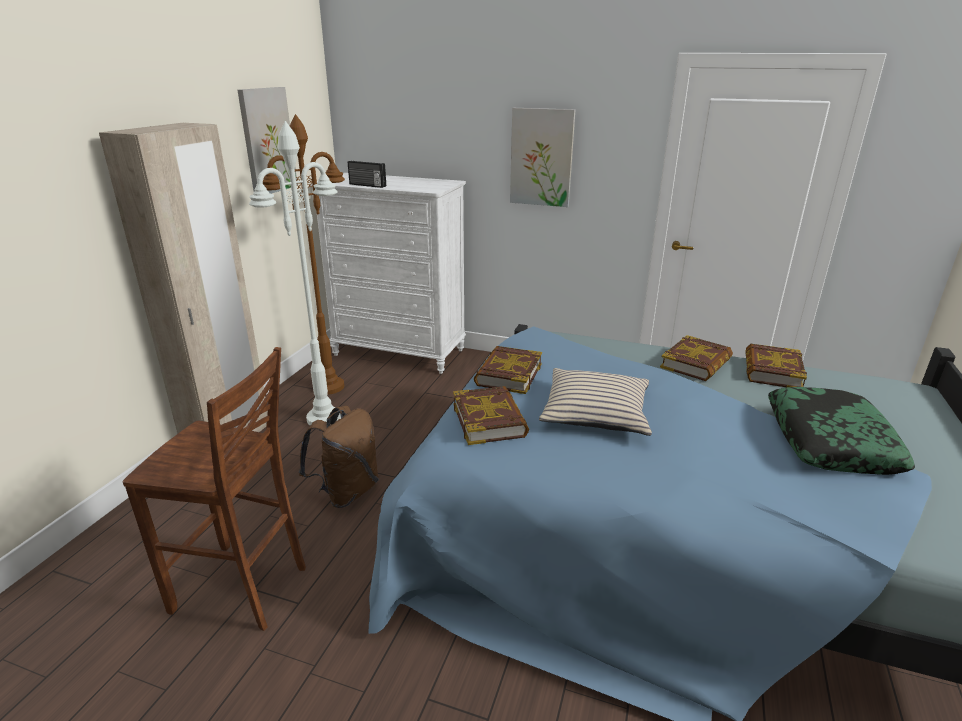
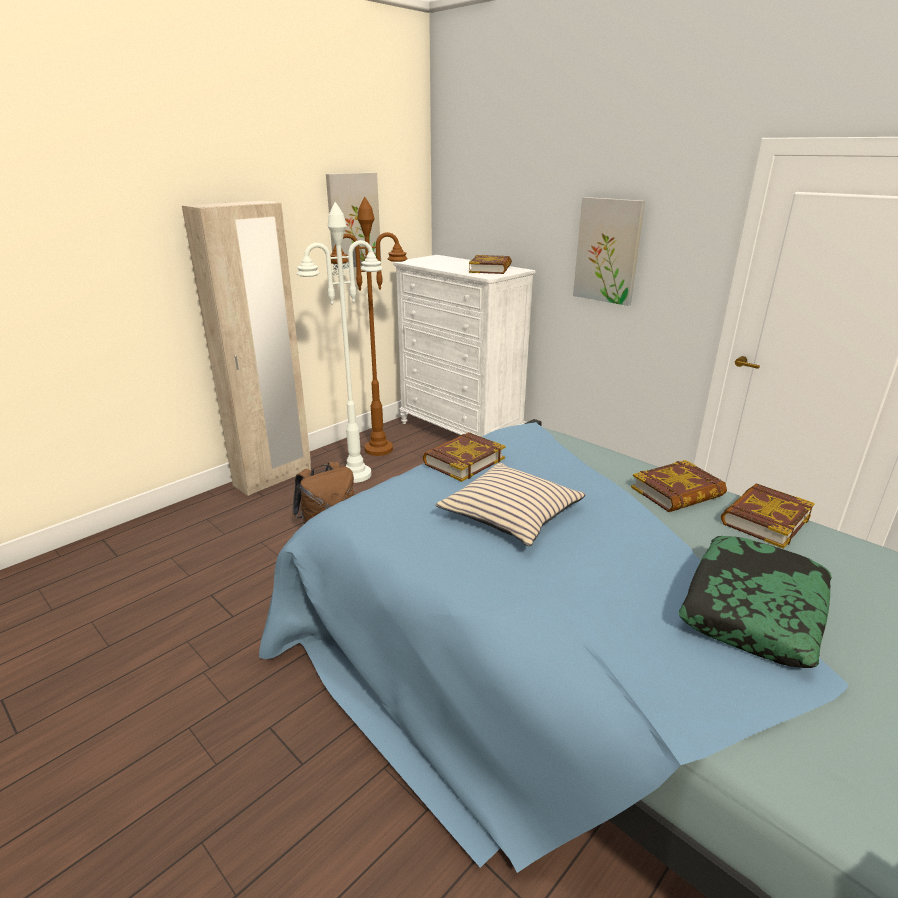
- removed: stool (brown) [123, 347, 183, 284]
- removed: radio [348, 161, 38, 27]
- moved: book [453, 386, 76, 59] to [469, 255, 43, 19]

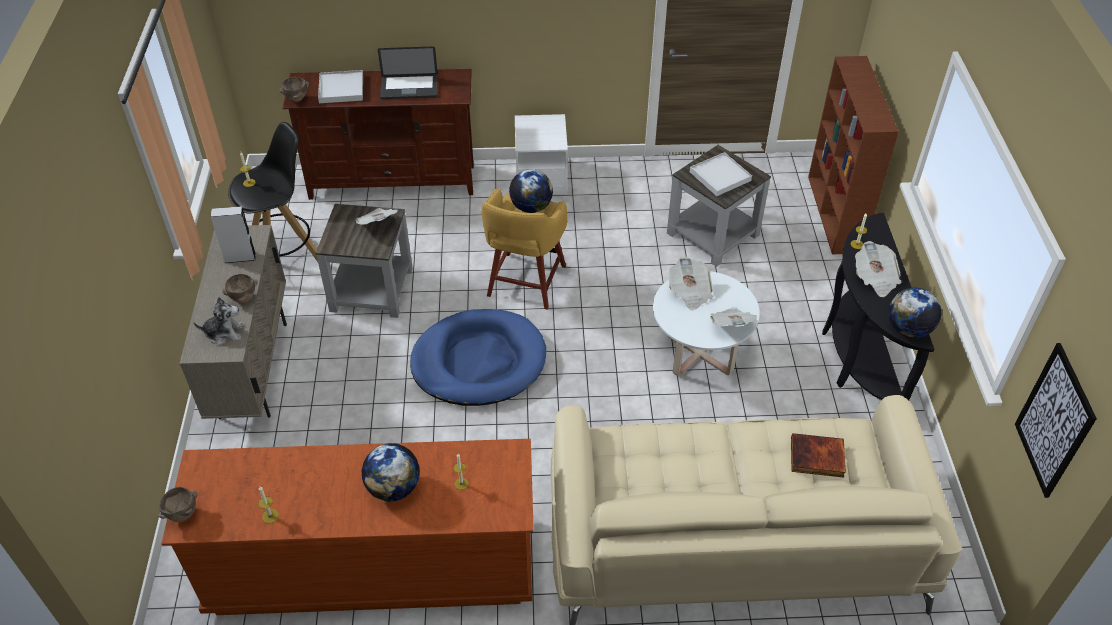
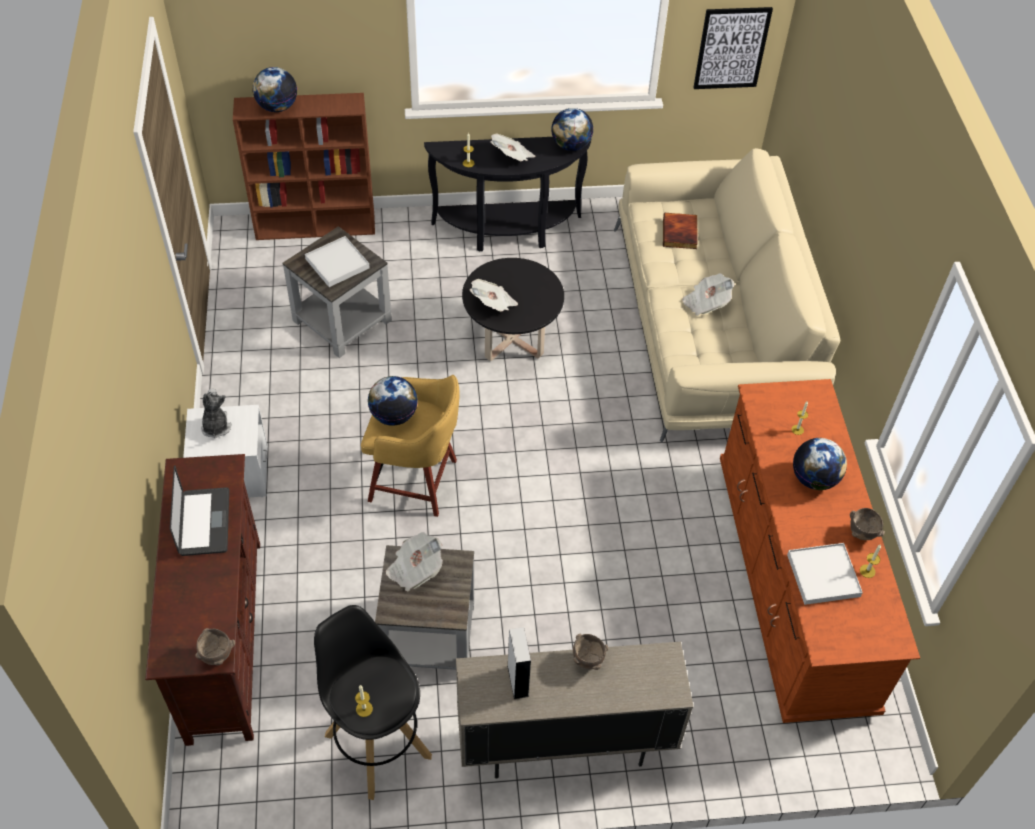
- moved: bowl (brown) [158, 487, 39, 35] to [850, 508, 35, 32]
- moved: plush toy [194, 297, 49, 48] to [201, 389, 31, 49]
- moved: tray (white) [318, 70, 45, 33] to [787, 543, 76, 62]
- removed: dog bed (blue) [410, 309, 136, 97]
- recoloured: coffee table (white) [653, 271, 107, 106] to coffee table (black) [462, 258, 102, 103]
- moved: newspaper [710, 307, 47, 20] to [682, 274, 53, 42]
- added: globe [253, 67, 44, 45]

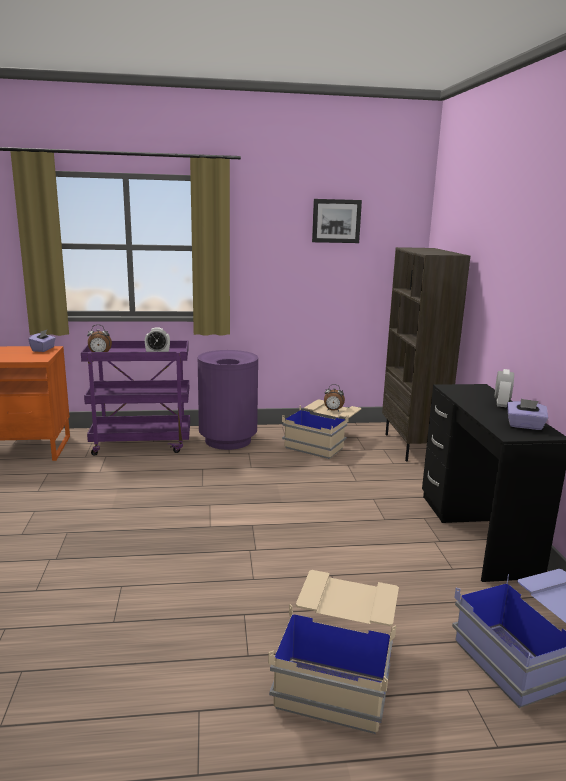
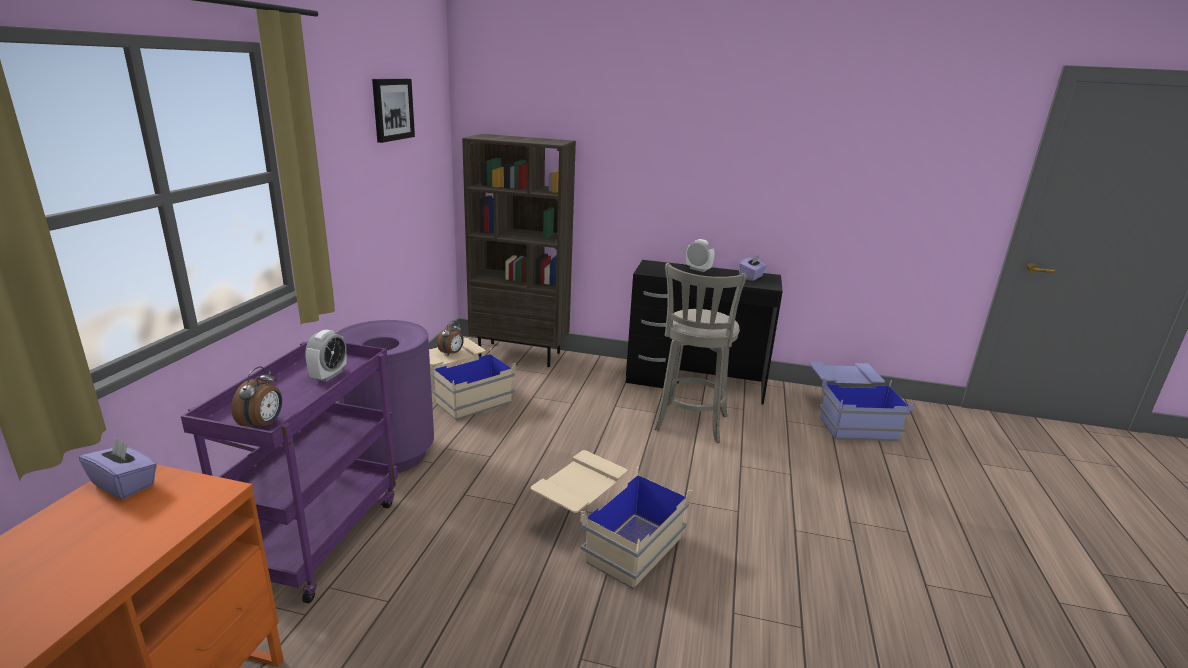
- moved: storage box (beige) [268, 570, 131, 164] to [531, 450, 161, 139]
- added: stool (grey) [653, 263, 93, 180]

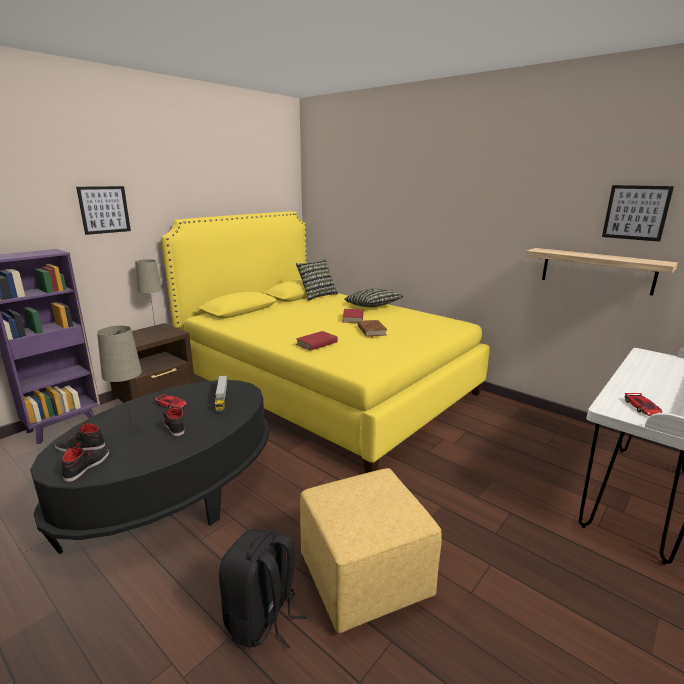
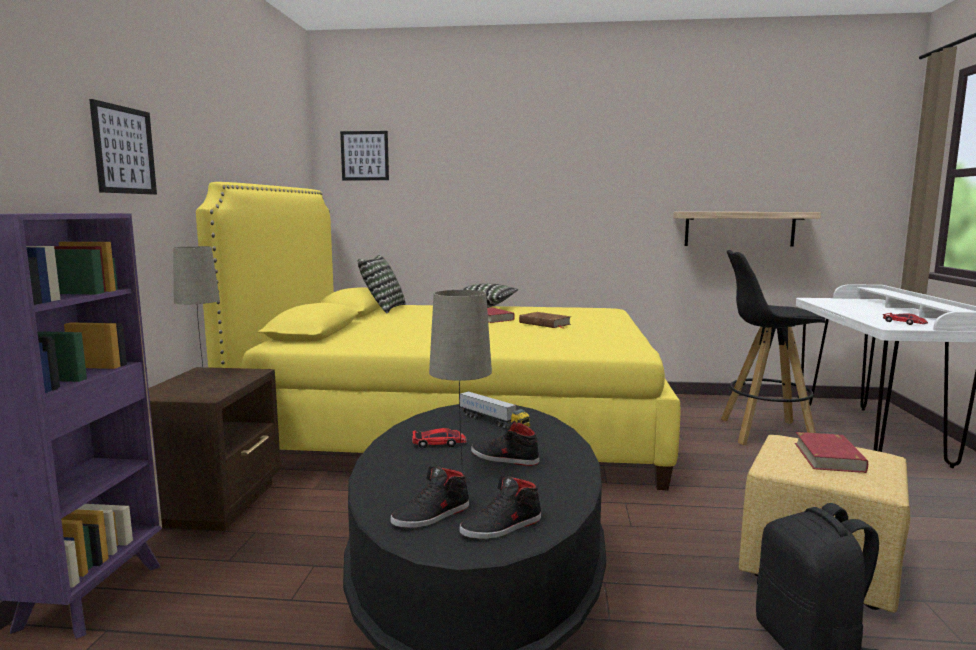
- turned: shoe (black) [62, 446, 47, 36] = [459, 476, 82, 63] 105 degrees counterclockwise
- moved: book (red) [296, 331, 42, 20] to [795, 432, 73, 41]
- moved: picture [602, 185, 72, 57] to [340, 131, 49, 50]
- added: stool (black) [721, 250, 105, 195]

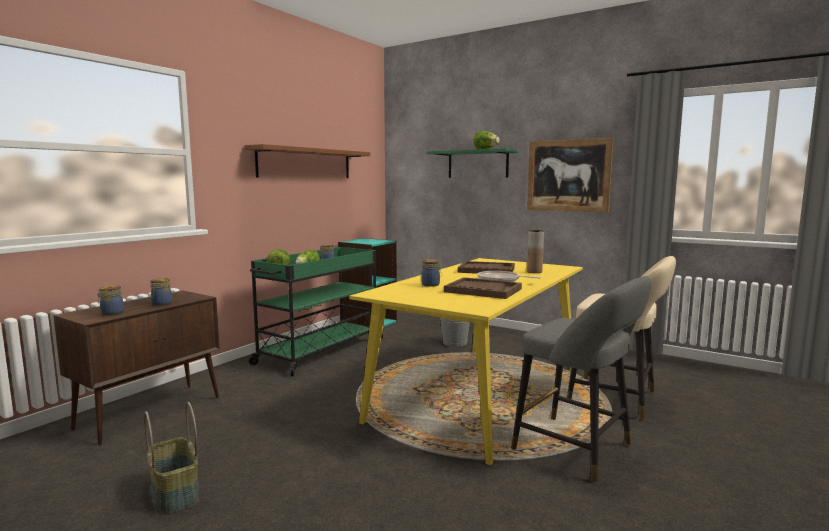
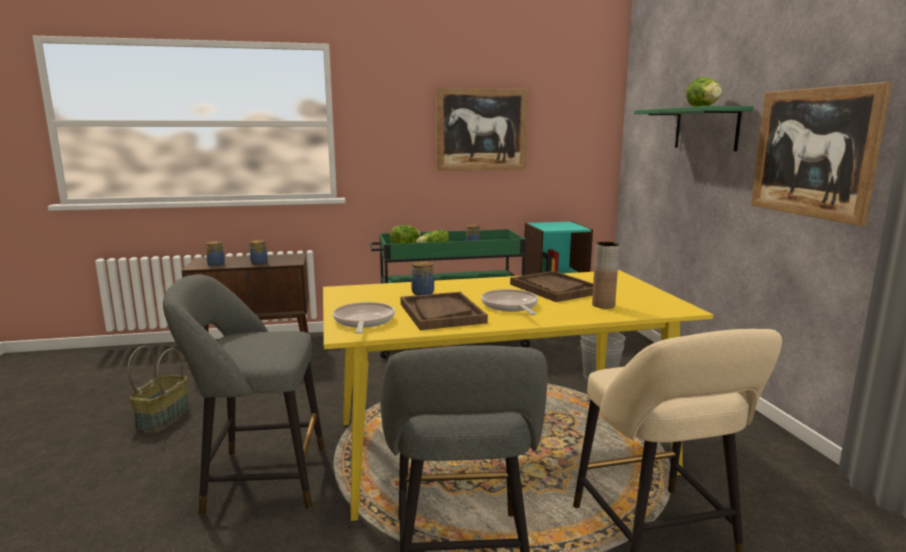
- replaced: shelf (brown) [245, 144, 125, 34] to picture [436, 88, 92, 83]
- added: stool (grey) [163, 274, 162, 242]
- added: frying pan [333, 302, 62, 32]

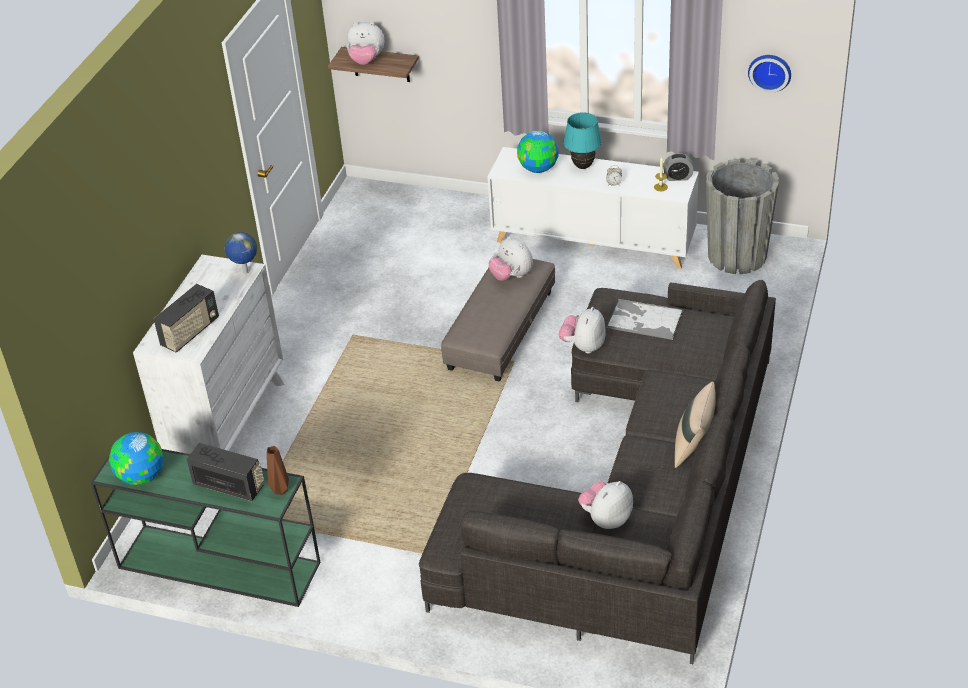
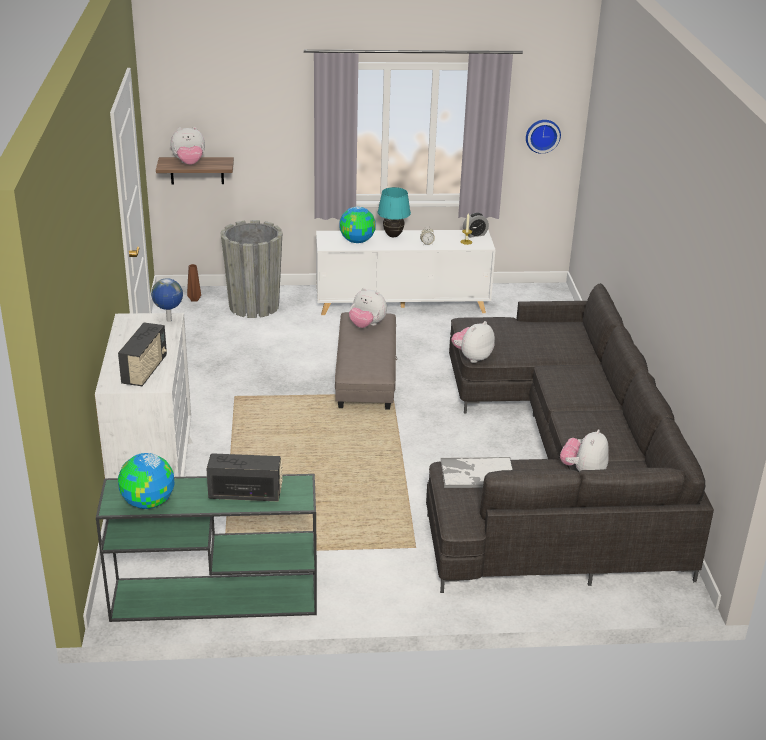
- moved: vase (brown) [267, 446, 22, 49] to [187, 264, 14, 38]
- turned: plush toy [558, 307, 48, 46] = [451, 321, 44, 42] 45 degrees clockwise
- moved: tray [606, 299, 77, 41] to [440, 457, 73, 31]
- removed: pillow (beige) [675, 382, 41, 86]
- moved: planter (grey) [706, 159, 73, 115] to [221, 220, 62, 98]

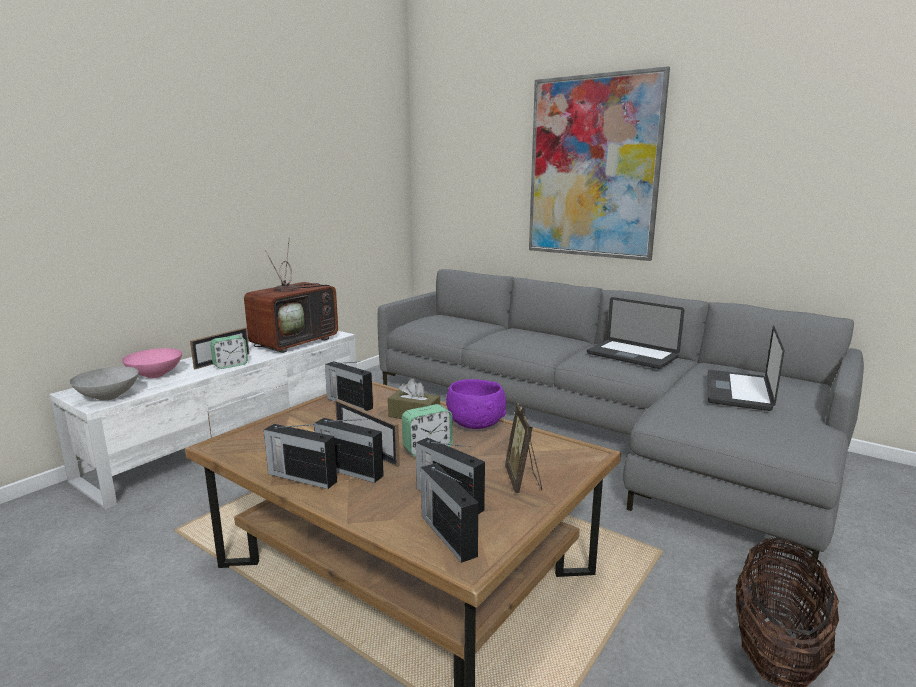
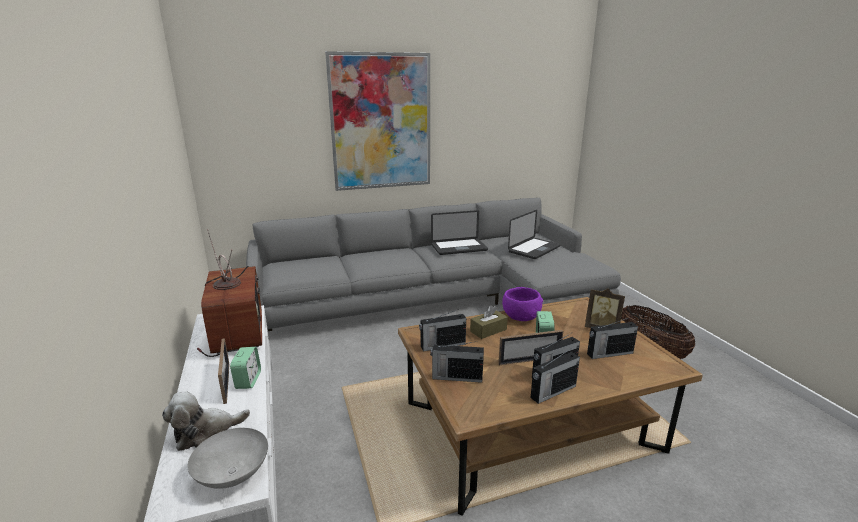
- replaced: bowl (pink) [122, 348, 60, 30] to plush toy [162, 391, 88, 60]
- moved: radio [421, 463, 58, 100] to [430, 341, 54, 42]
- turned: laptop [708, 325, 76, 86] = [508, 210, 53, 49] 105 degrees counterclockwise

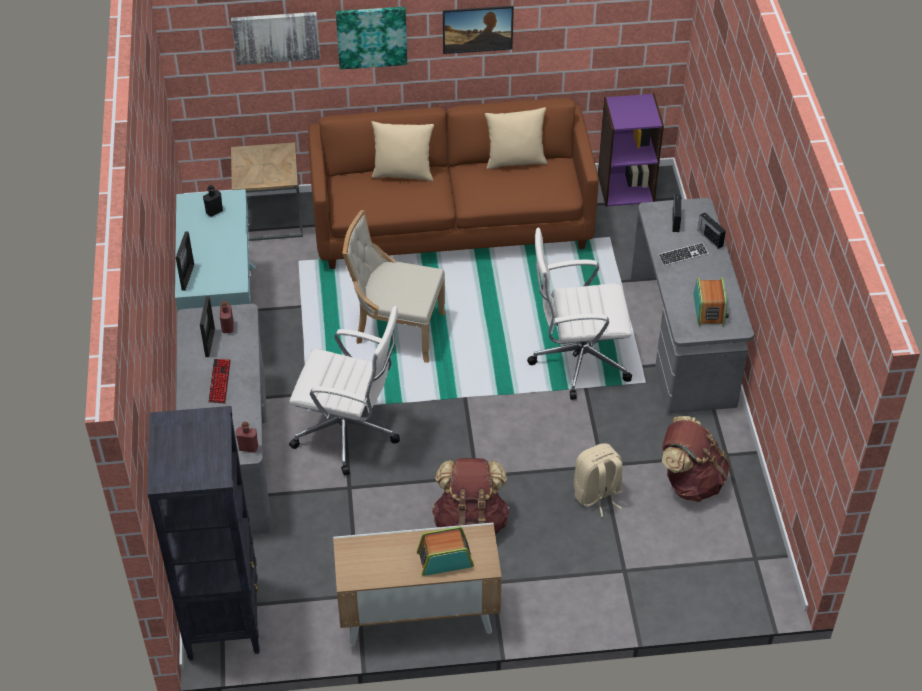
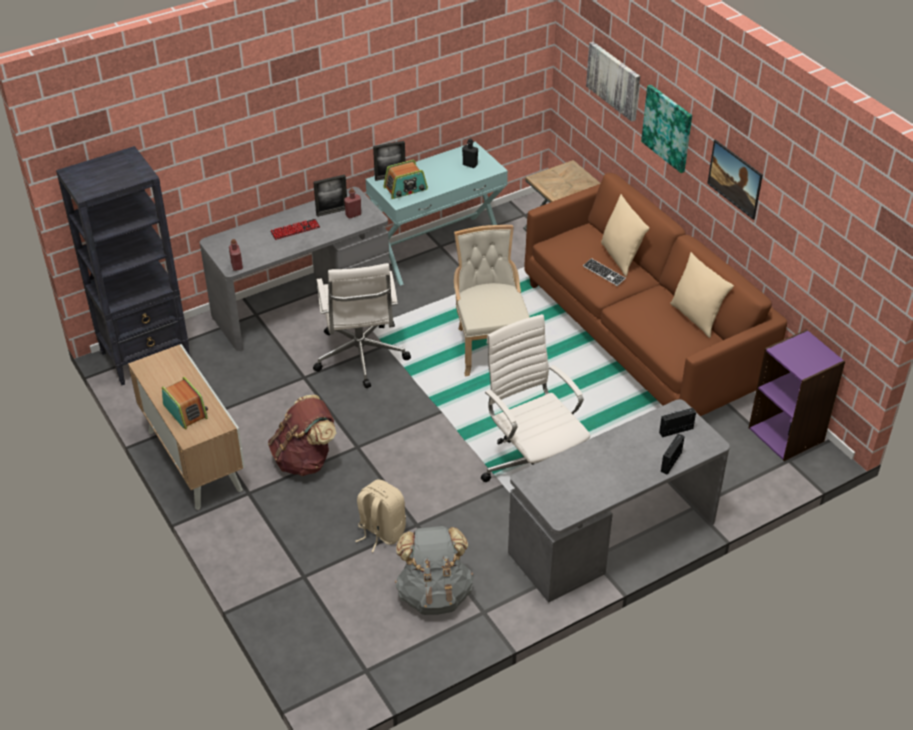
- moved: keyboard [658, 242, 51, 24] to [583, 258, 43, 28]
- recoloured: backpack (brown) [662, 416, 68, 86] to backpack (grey) [395, 526, 79, 89]
- moved: radio [694, 278, 35, 48] to [383, 160, 45, 39]

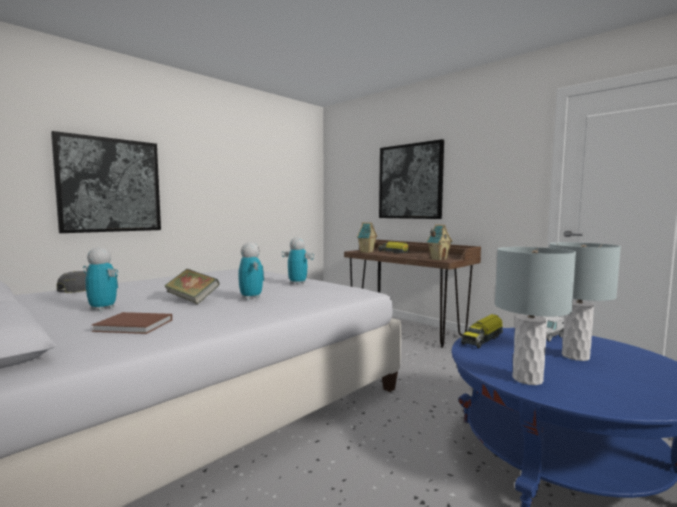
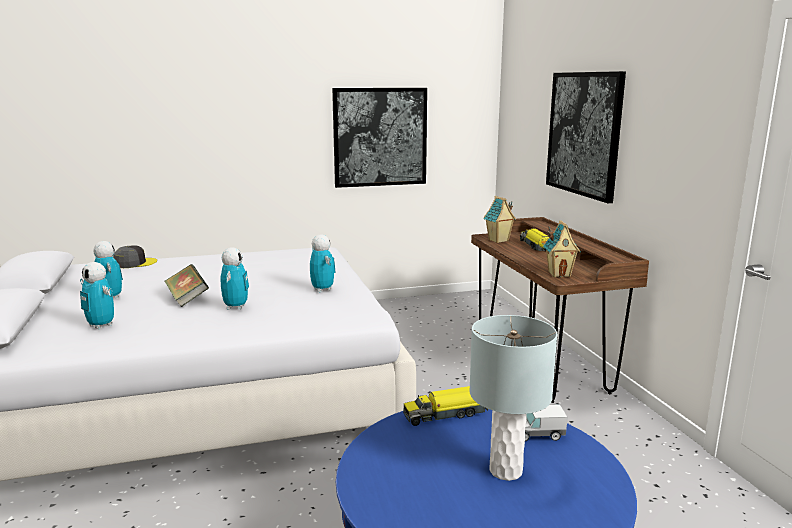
- moved: picture [51, 131, 110, 102] to [332, 88, 95, 100]
- replaced: book (brown) [92, 312, 80, 22] to toy robot [80, 262, 34, 68]
- removed: table lamp (grey) [495, 247, 81, 138]

